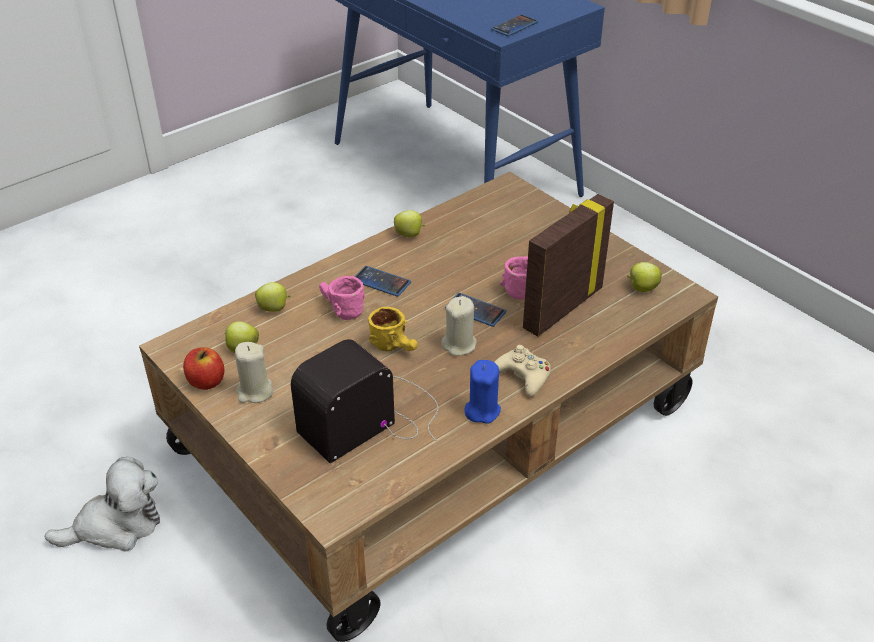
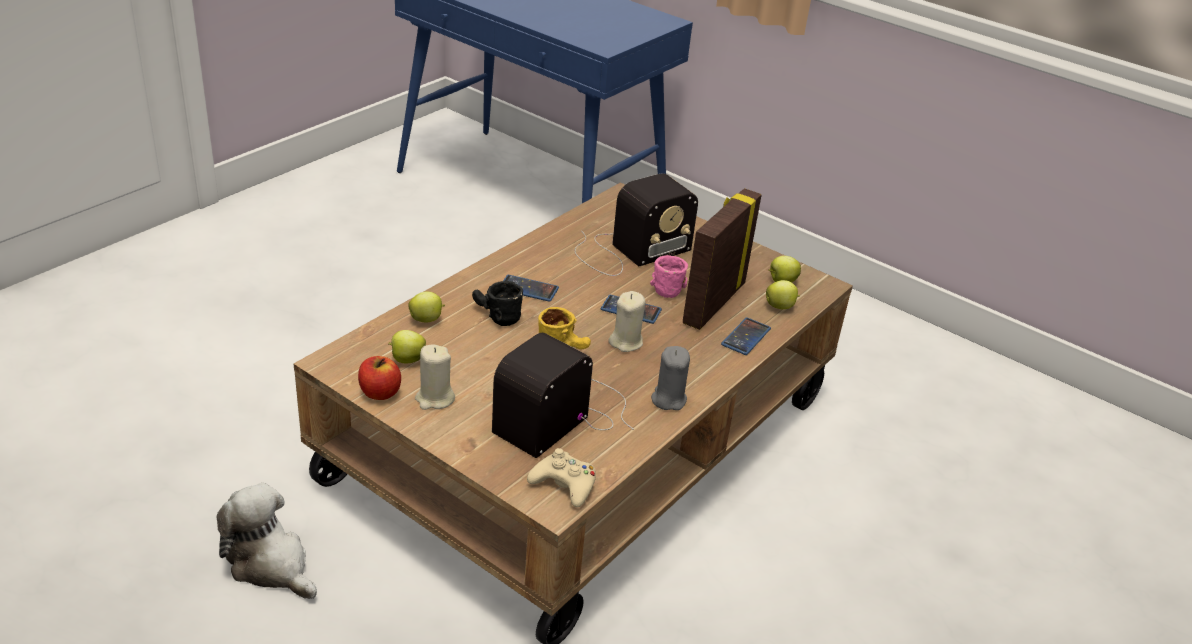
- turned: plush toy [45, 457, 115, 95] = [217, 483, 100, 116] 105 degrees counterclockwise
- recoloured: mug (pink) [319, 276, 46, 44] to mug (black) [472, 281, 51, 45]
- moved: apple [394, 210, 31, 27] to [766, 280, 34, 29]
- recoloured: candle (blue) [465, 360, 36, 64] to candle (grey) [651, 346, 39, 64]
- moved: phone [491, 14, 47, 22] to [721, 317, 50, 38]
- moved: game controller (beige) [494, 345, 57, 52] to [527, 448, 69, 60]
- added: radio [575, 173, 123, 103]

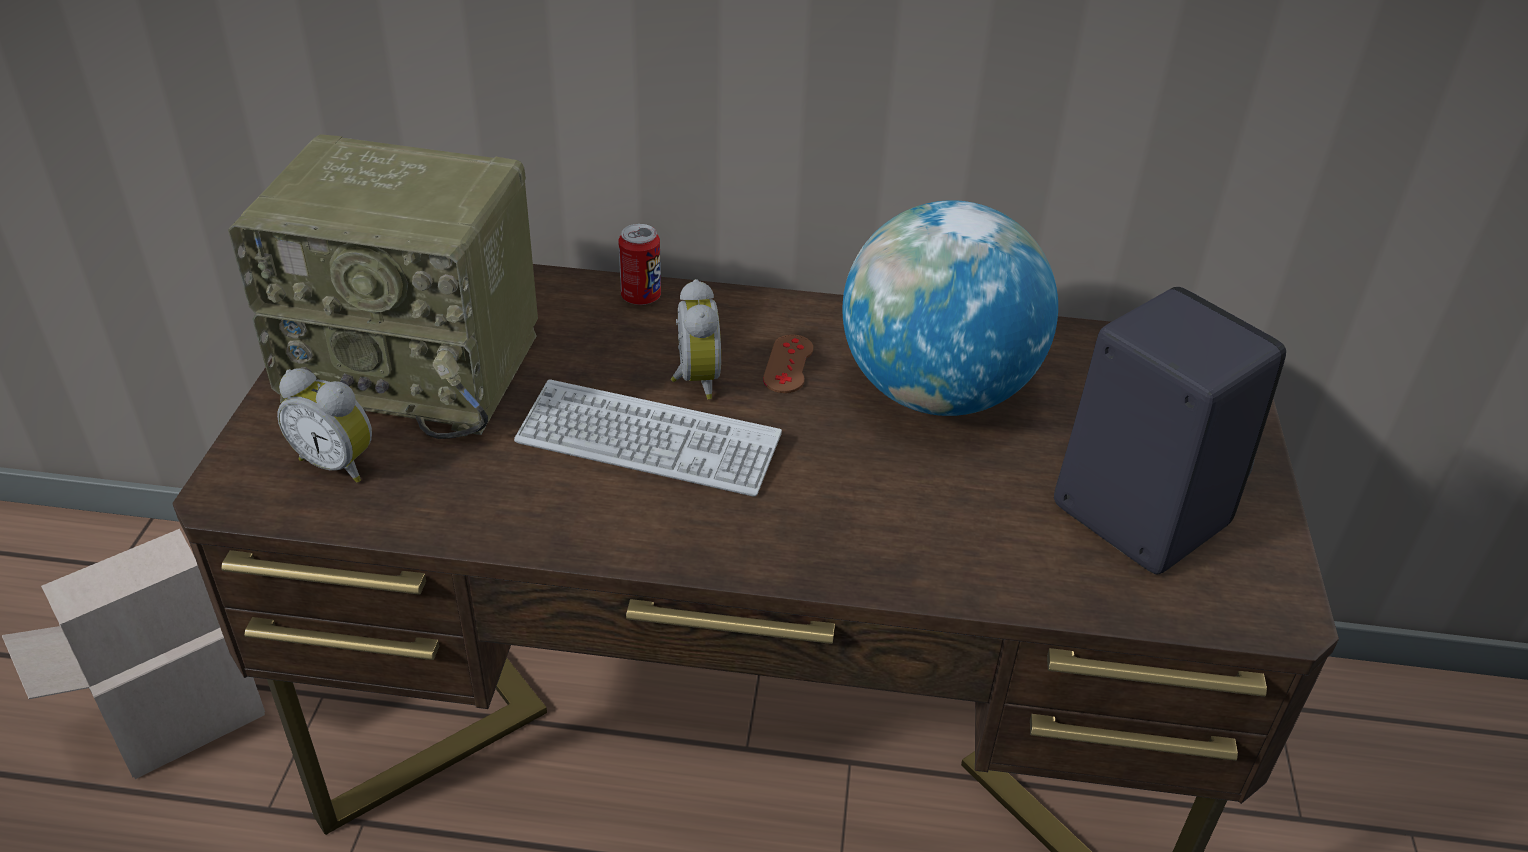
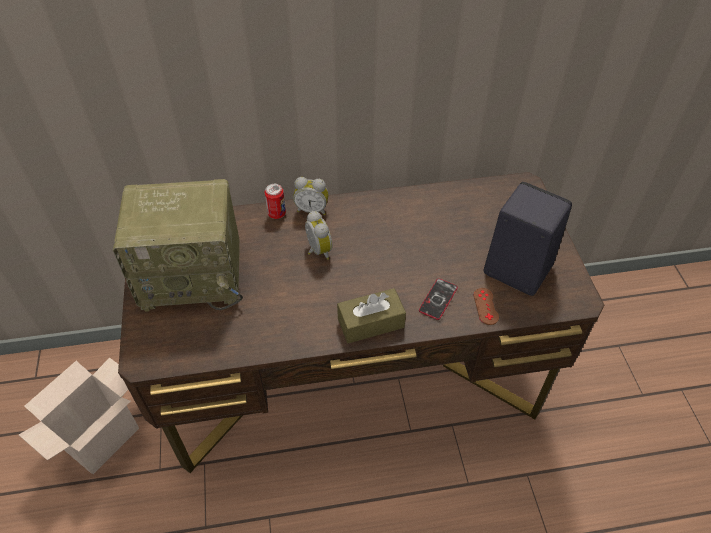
- moved: alarm clock [277, 368, 95, 115] to [293, 177, 36, 38]
- removed: keyboard [514, 379, 268, 117]
- moved: game controller (brown) [763, 334, 50, 59] to [474, 288, 25, 37]
- removed: globe [842, 200, 216, 216]
- added: tissue box (brown) [337, 288, 69, 55]
- added: phone [419, 278, 39, 42]

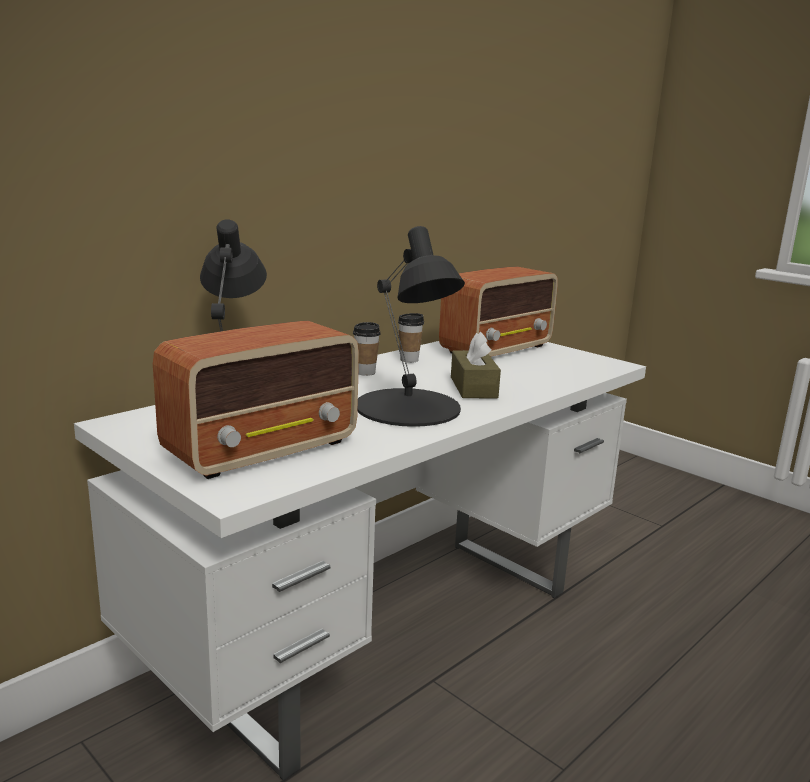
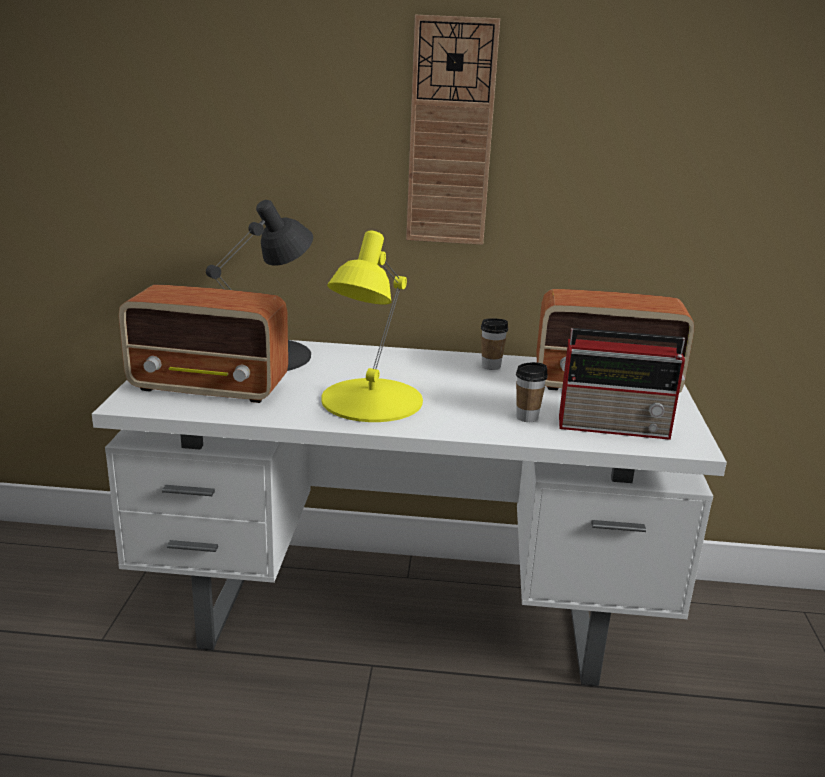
- moved: cup [353, 322, 27, 54] to [516, 362, 32, 60]
- recoloured: table lamp (black) [358, 226, 107, 201] to table lamp (yellow) [321, 231, 102, 191]
- removed: tissue box (brown) [451, 332, 50, 66]
- added: wall clock [406, 15, 94, 230]
- added: radio [559, 328, 126, 112]

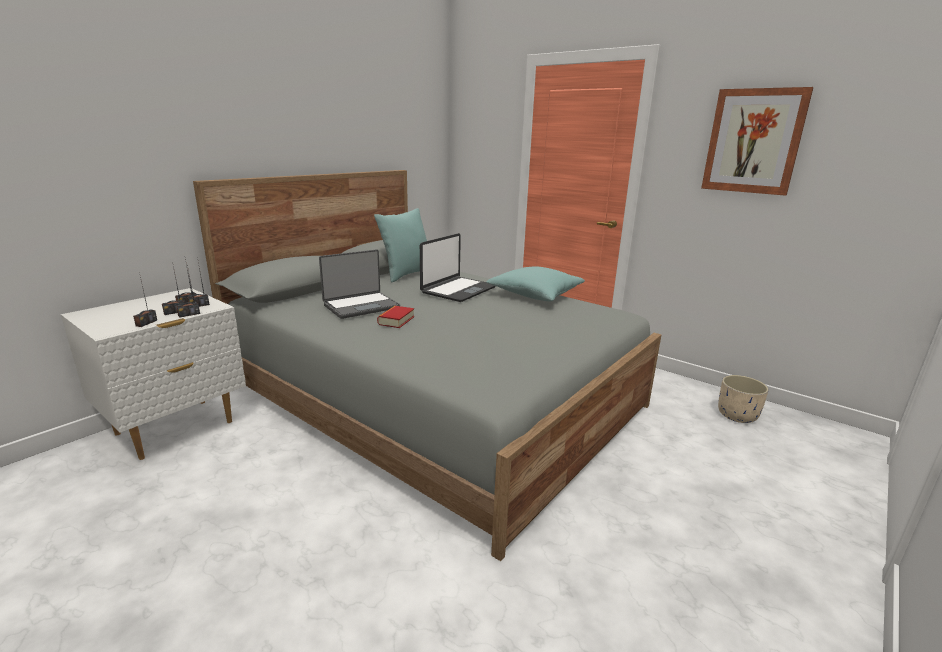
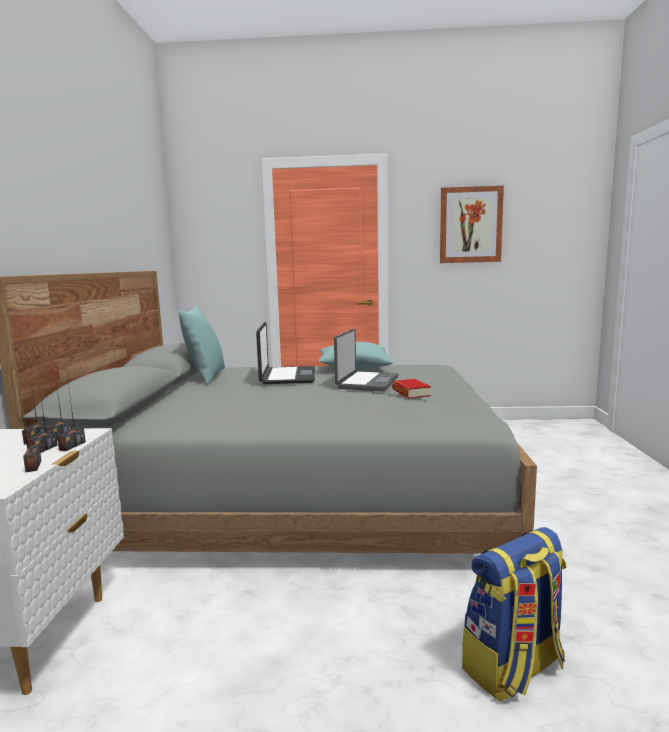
- moved: laptop [319, 249, 81, 70] to [334, 329, 65, 62]
- moved: book [377, 306, 37, 22] to [392, 379, 39, 19]
- removed: planter (beige) [718, 375, 51, 48]
- added: backpack [462, 527, 105, 174]

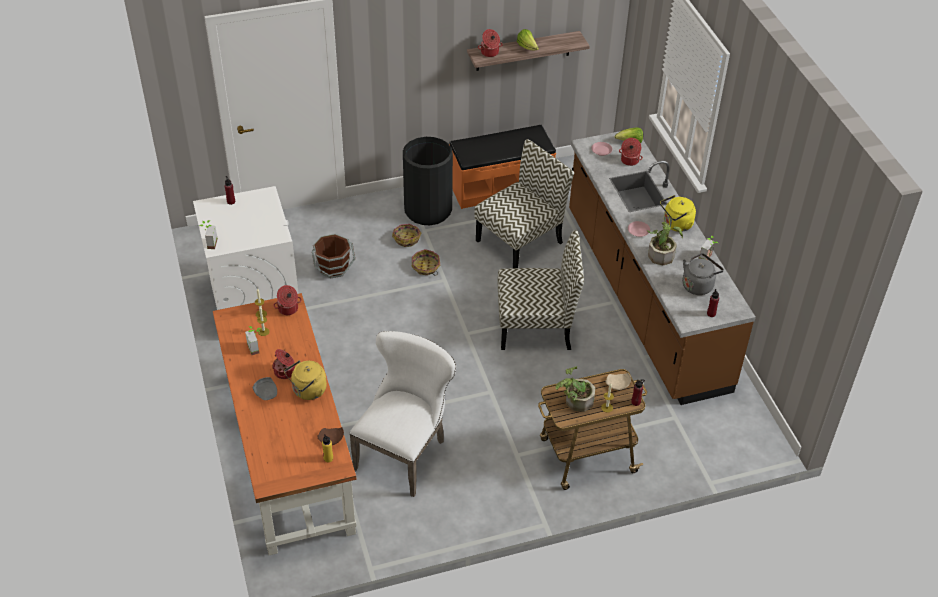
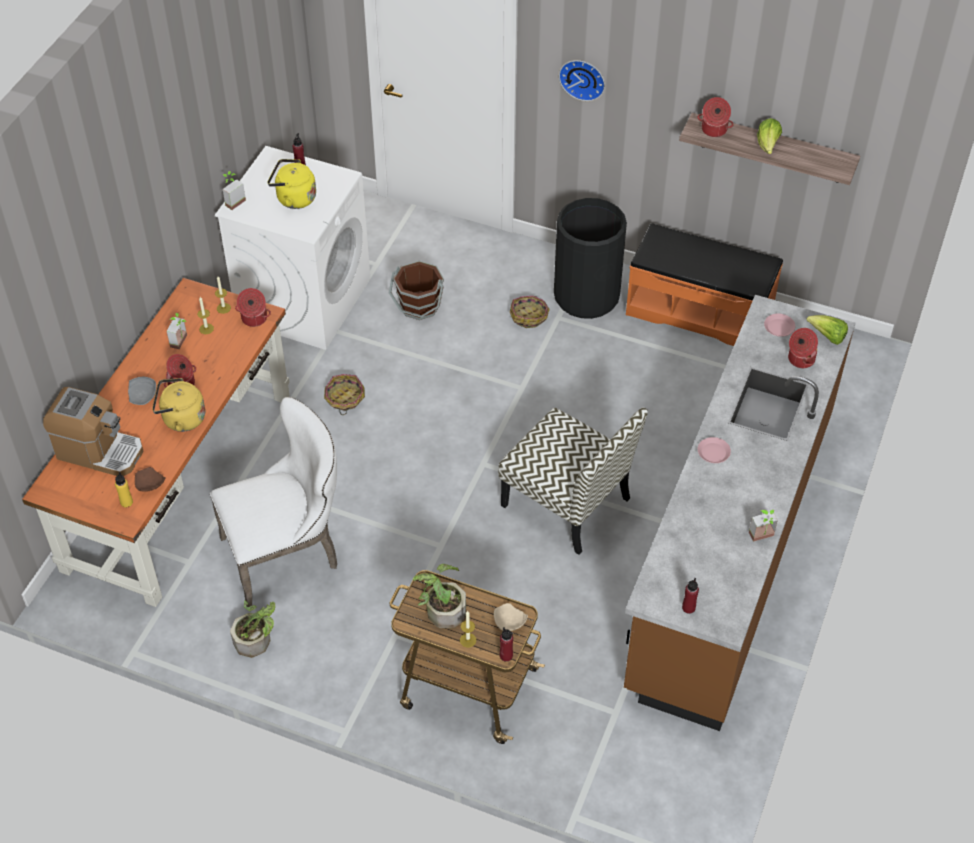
- moved: basket [412, 249, 28, 27] to [324, 374, 41, 41]
- removed: chair [474, 139, 100, 129]
- moved: potted plant [647, 222, 36, 43] to [230, 600, 45, 58]
- moved: kettle (yellow) [660, 195, 36, 37] to [267, 159, 49, 50]
- removed: kettle (grey) [682, 253, 42, 42]
- added: coffee machine [43, 387, 101, 89]
- added: wall clock [559, 60, 46, 41]

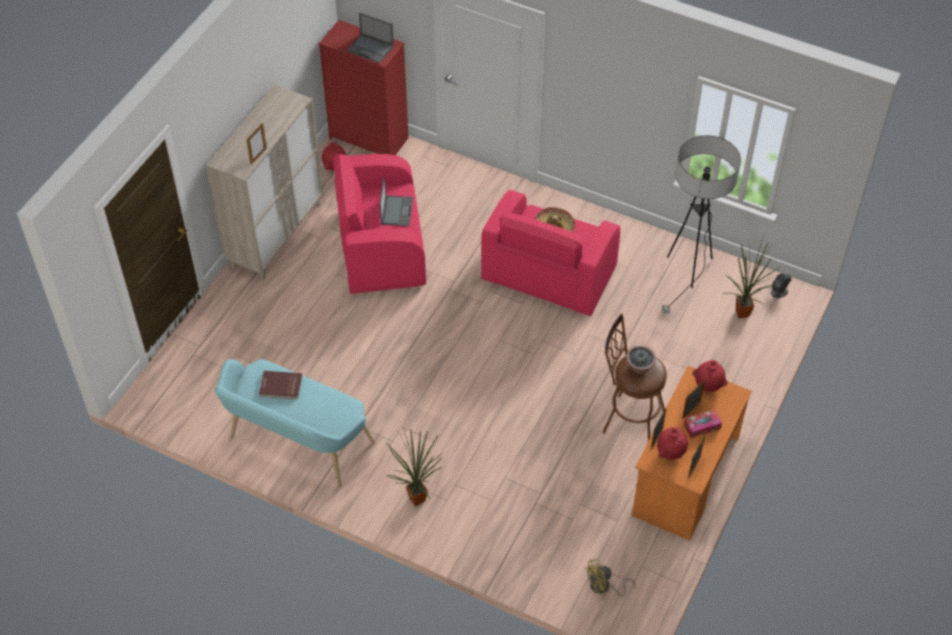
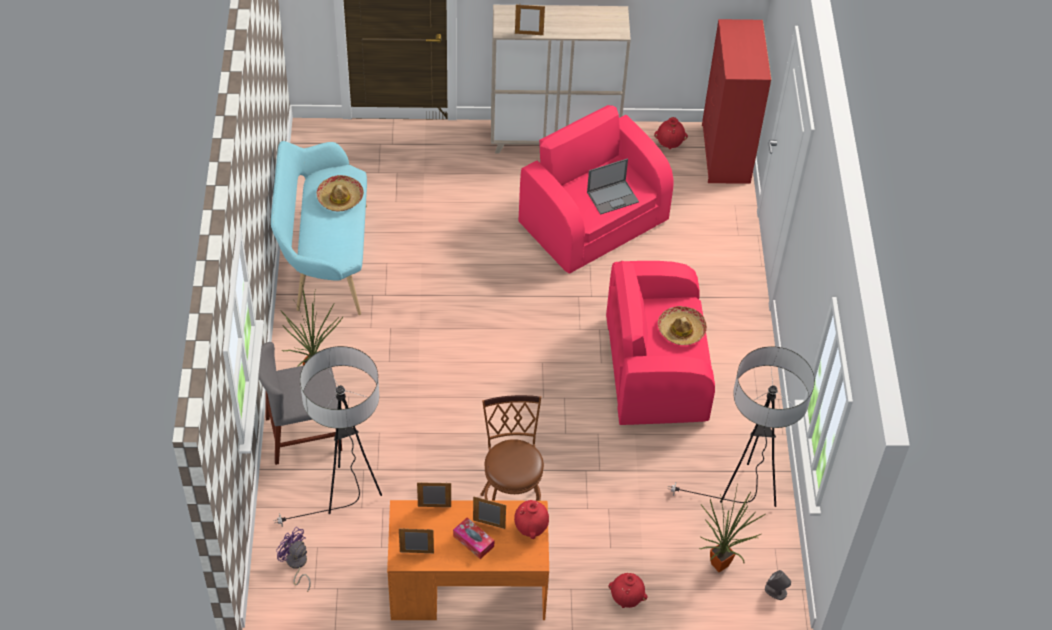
- replaced: book (red) [259, 371, 43, 28] to hat [317, 175, 47, 36]
- removed: laptop [347, 12, 47, 51]
- recoloured: fan (yellow) [584, 559, 52, 37] to fan (purple) [276, 527, 35, 65]
- removed: potted plant [626, 345, 30, 29]
- moved: vase (red) [657, 427, 31, 33] to [608, 573, 40, 35]
- added: chair (grey) [258, 342, 84, 123]
- added: floor lamp [273, 346, 109, 181]

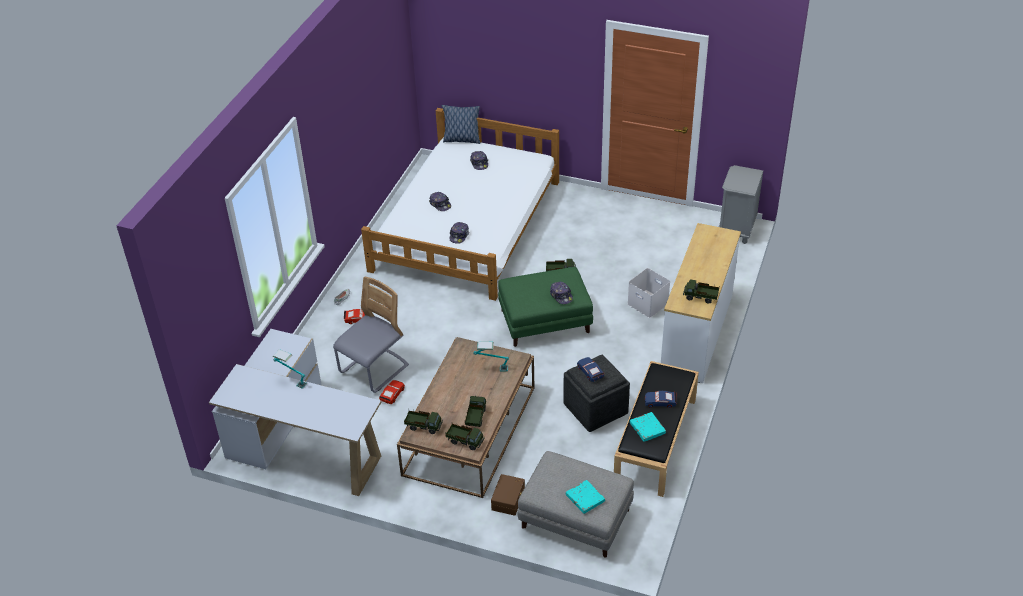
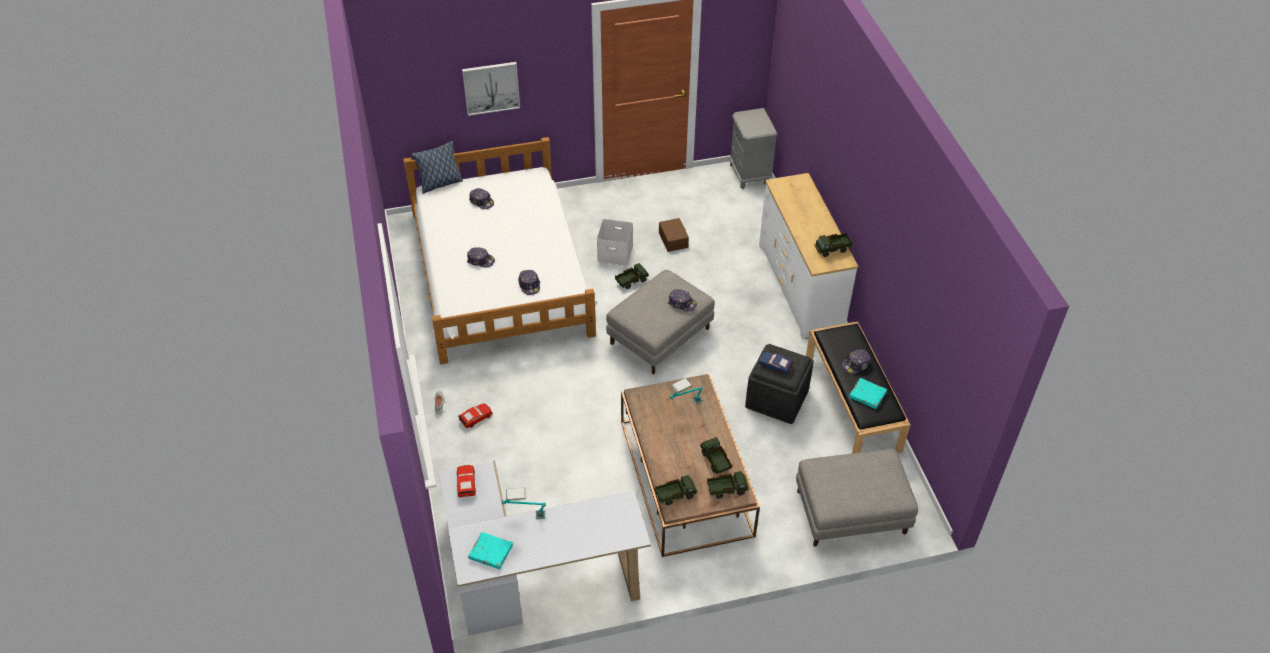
- removed: chair (grey) [333, 276, 76, 117]
- moved: toy car (red) [379, 380, 26, 24] to [457, 465, 19, 32]
- moved: storage box (brown) [491, 474, 34, 42] to [659, 218, 30, 34]
- recoloured: ottoman (green) [498, 267, 95, 80] to ottoman (grey) [606, 269, 109, 105]
- moved: book (turquoise) [566, 480, 39, 34] to [468, 532, 45, 37]
- moved: storage box (white) [627, 268, 43, 50] to [597, 219, 36, 47]
- replaced: toy car (blue) [645, 391, 32, 17] to cap [841, 349, 30, 25]
- added: picture [462, 62, 58, 54]

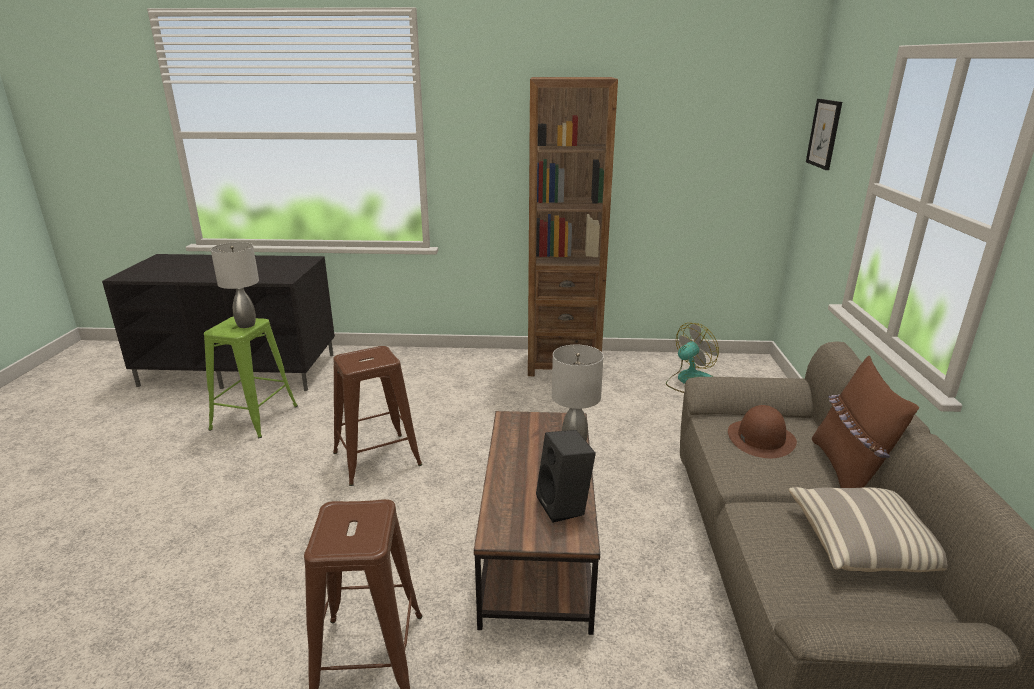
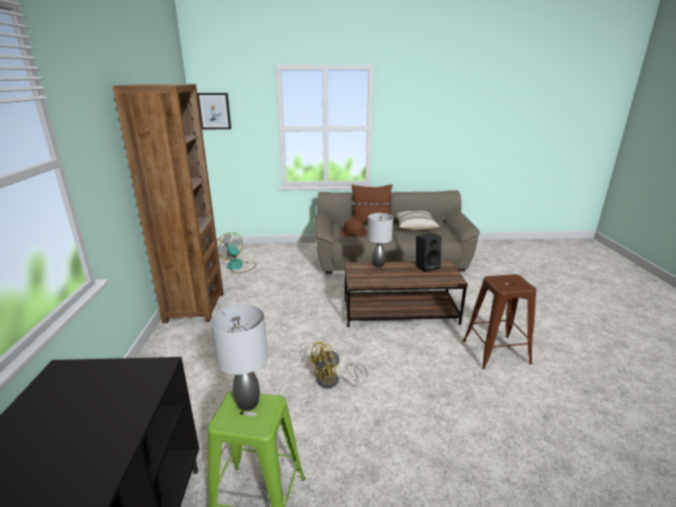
- replaced: stool (brown) [333, 346, 89, 140] to fan (yellow) [308, 341, 60, 47]

